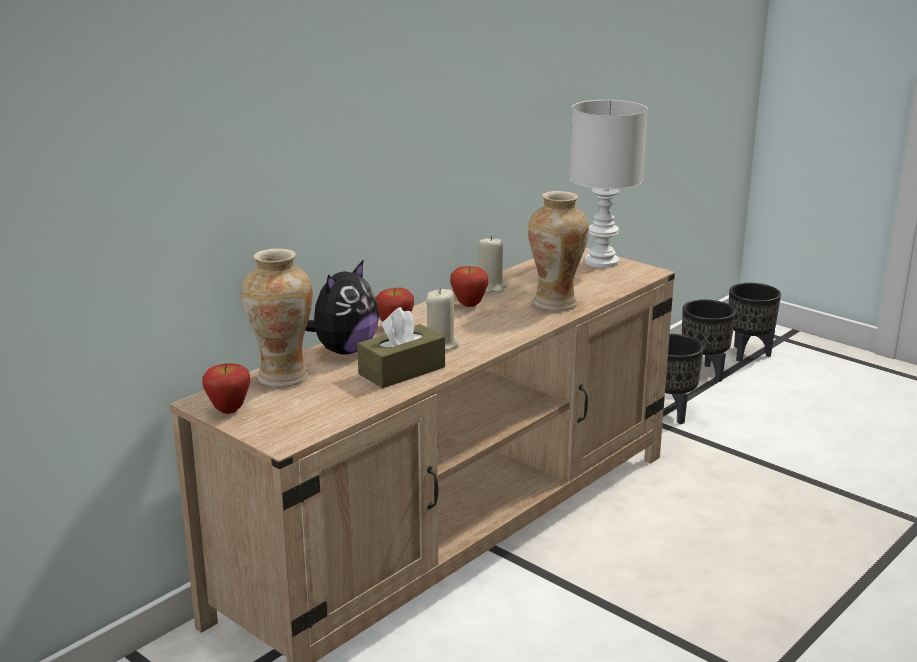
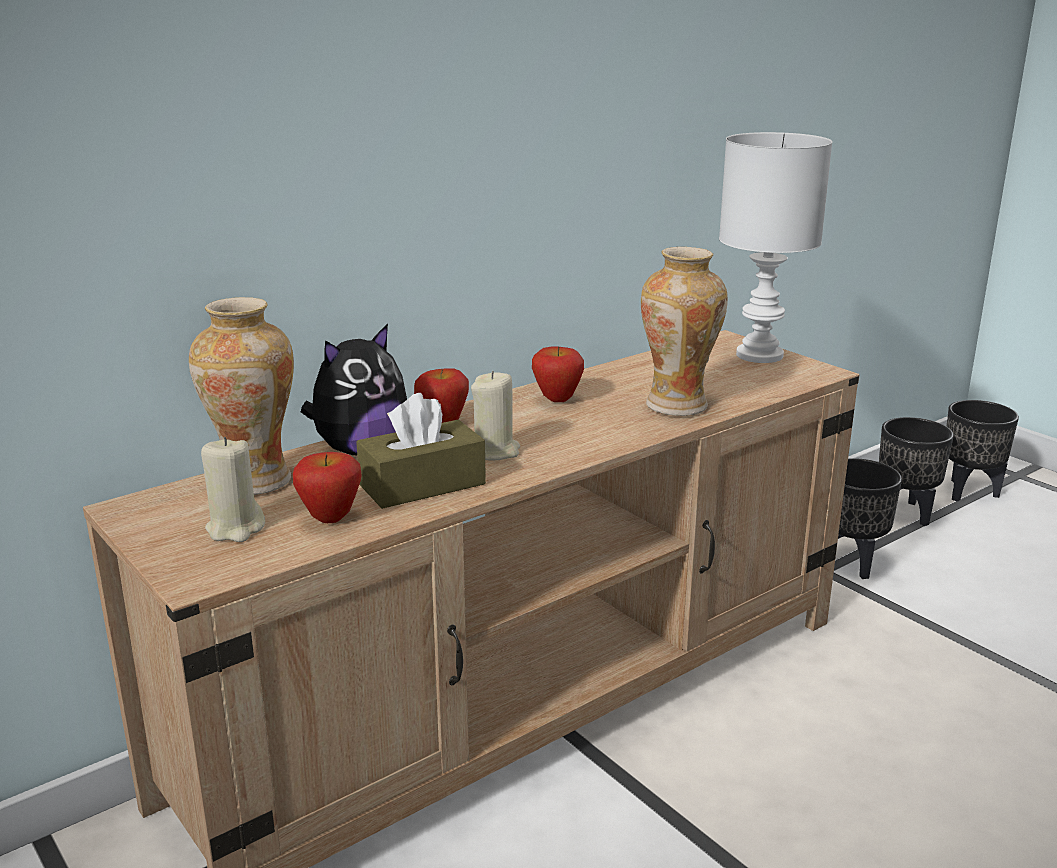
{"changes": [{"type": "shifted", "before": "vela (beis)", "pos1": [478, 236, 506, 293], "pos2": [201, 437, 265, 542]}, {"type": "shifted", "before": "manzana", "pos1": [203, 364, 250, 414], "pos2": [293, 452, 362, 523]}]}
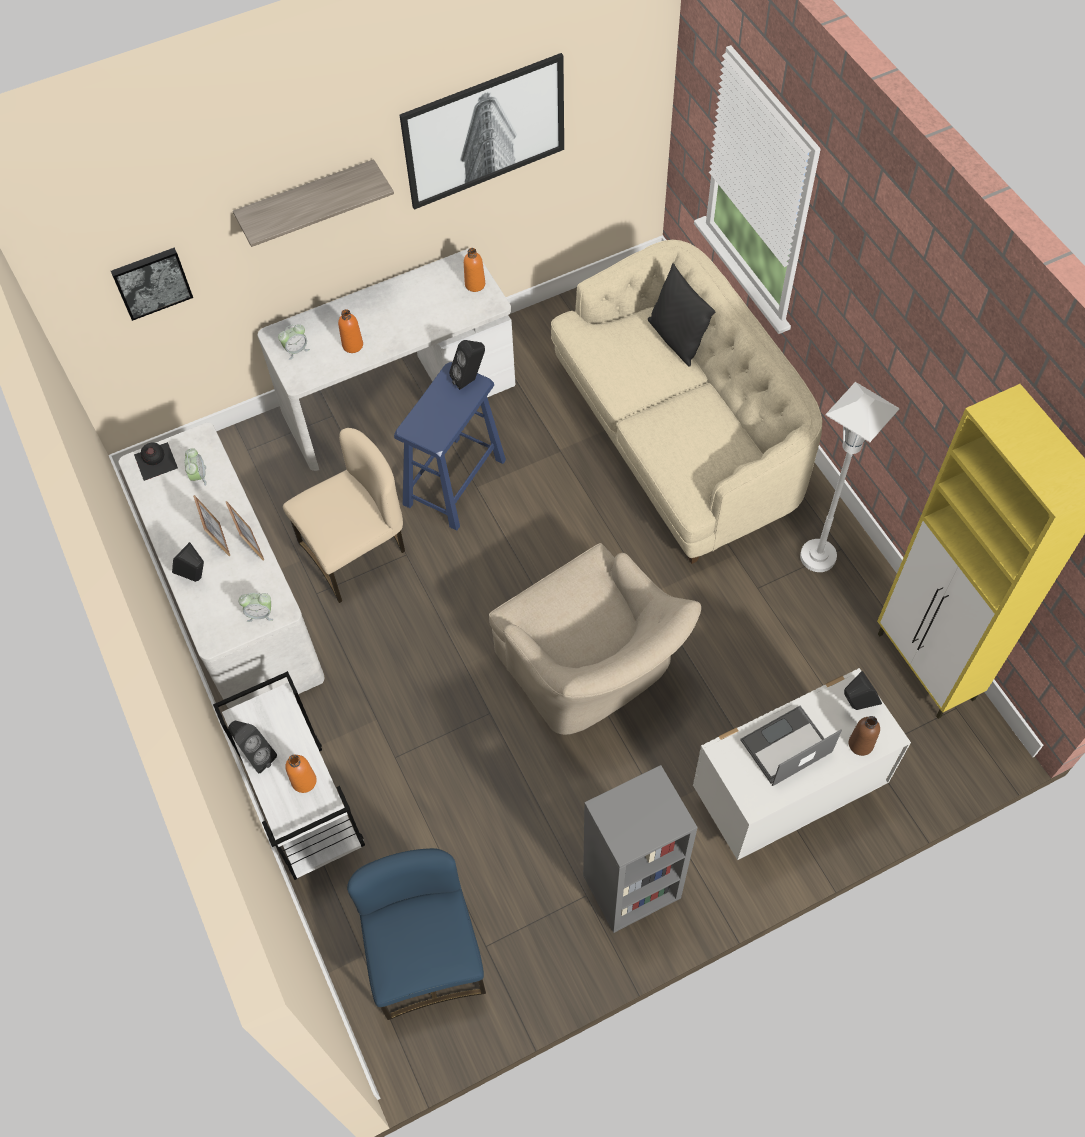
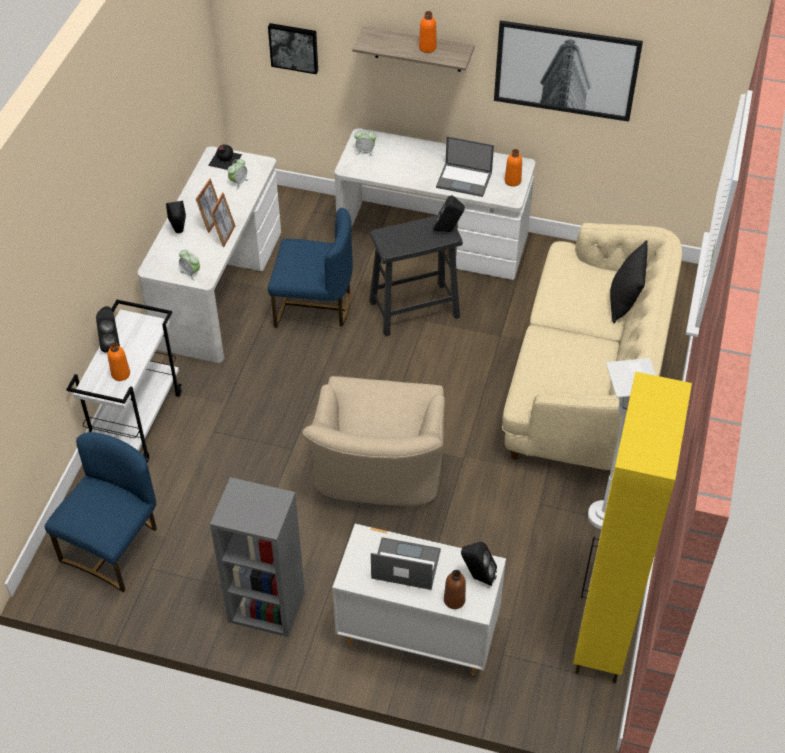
{"changes": [{"type": "repainted", "before": "silla (beis)", "after": "silla (azul)", "pos1": [283, 428, 405, 603], "pos2": [268, 208, 353, 328]}, {"type": "repainted", "before": "taburete (azul)", "after": "taburete (negro)", "pos1": [394, 362, 506, 530], "pos2": [369, 215, 463, 336]}, {"type": "shifted", "before": "botella (naranja)", "pos1": [338, 309, 363, 353], "pos2": [419, 11, 437, 53]}, {"type": "new", "after": "portátil", "pos2": [436, 136, 494, 197]}]}
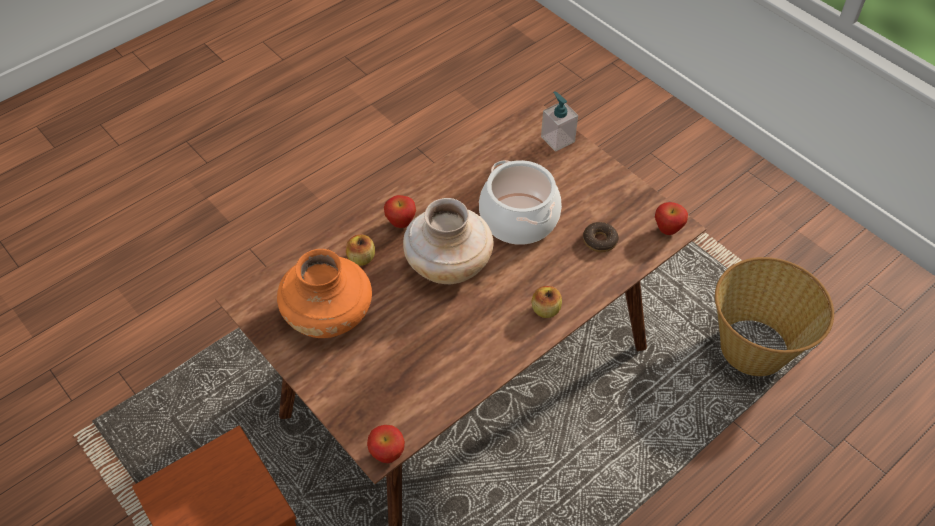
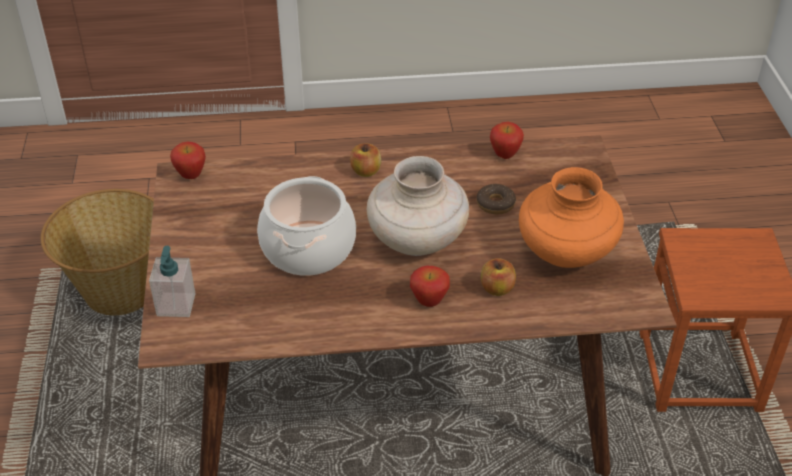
{"changes": [{"type": "shifted", "before": "rosquilla", "pos1": [583, 222, 619, 252], "pos2": [477, 184, 516, 214]}, {"type": "shifted", "before": "manzana", "pos1": [367, 425, 405, 463], "pos2": [490, 122, 524, 159]}]}
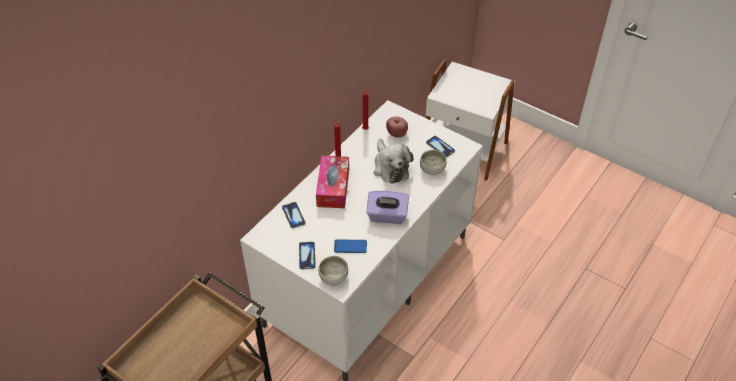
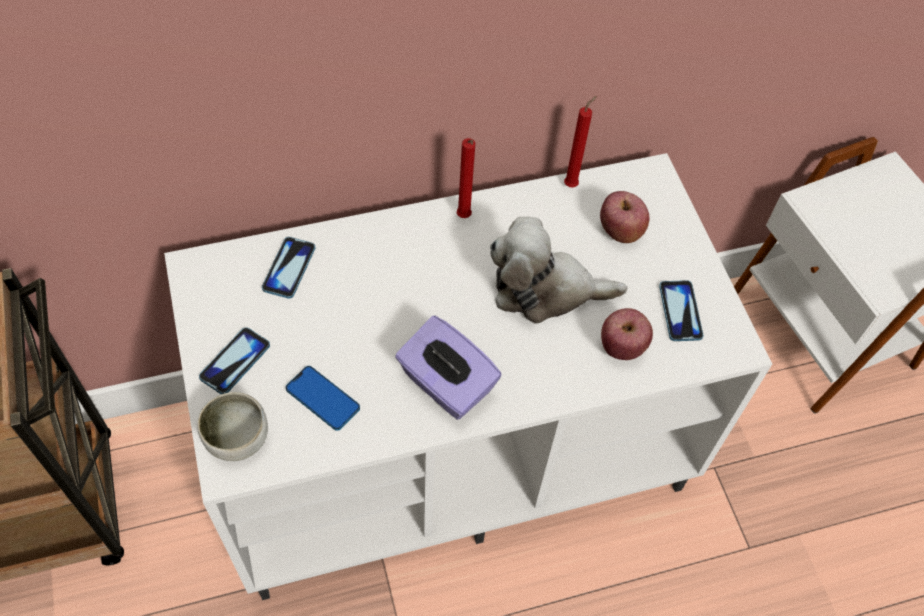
{"changes": [{"type": "rotated", "before": "peluche", "pos1": [374, 139, 413, 184], "pos2": [490, 217, 627, 324], "turn": 75}, {"type": "swapped", "before": "cuenco", "after": "manzana", "pos1": [420, 150, 447, 175], "pos2": [601, 308, 653, 360]}, {"type": "gone", "before": "caja de pañuelos", "pos1": [316, 156, 349, 208]}]}
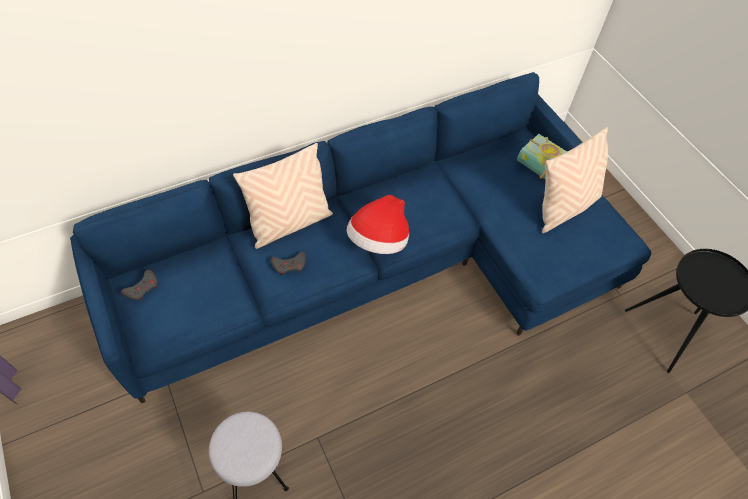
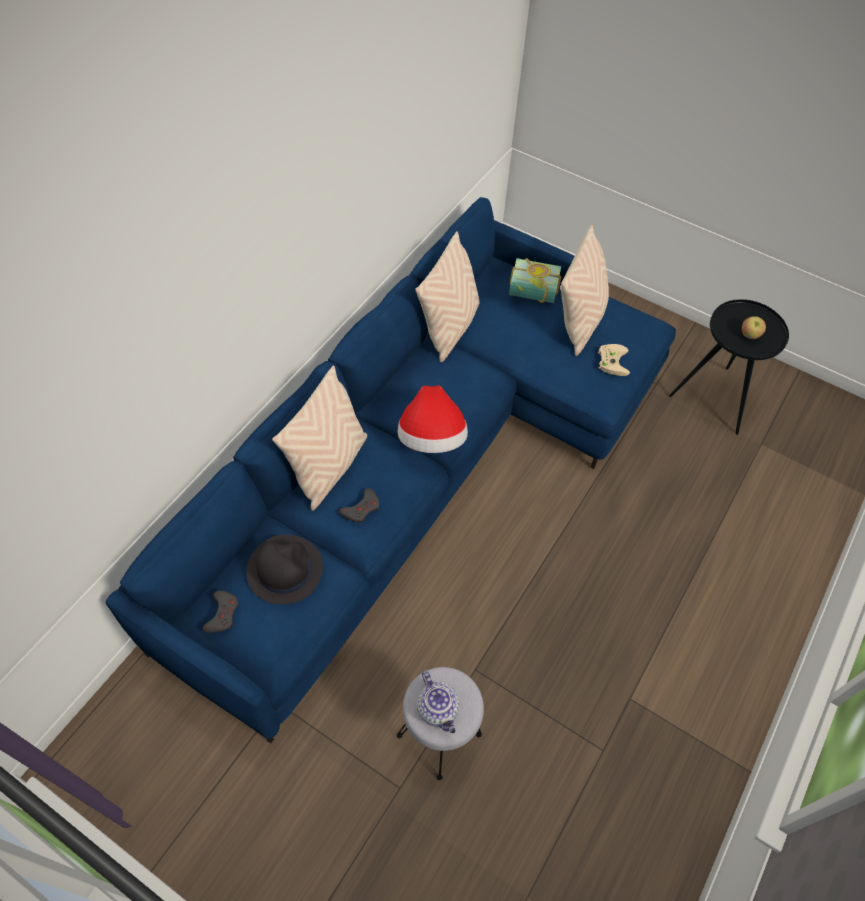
{"changes": [{"type": "new", "after": "sombrero (negro)", "pos2": [246, 535, 323, 605]}, {"type": "new", "after": "cojín (beis)", "pos2": [415, 231, 480, 362]}, {"type": "new", "after": "tetera", "pos2": [417, 671, 459, 733]}, {"type": "new", "after": "mando de consola (beis)", "pos2": [598, 344, 630, 376]}, {"type": "new", "after": "manzana", "pos2": [742, 316, 766, 339]}]}
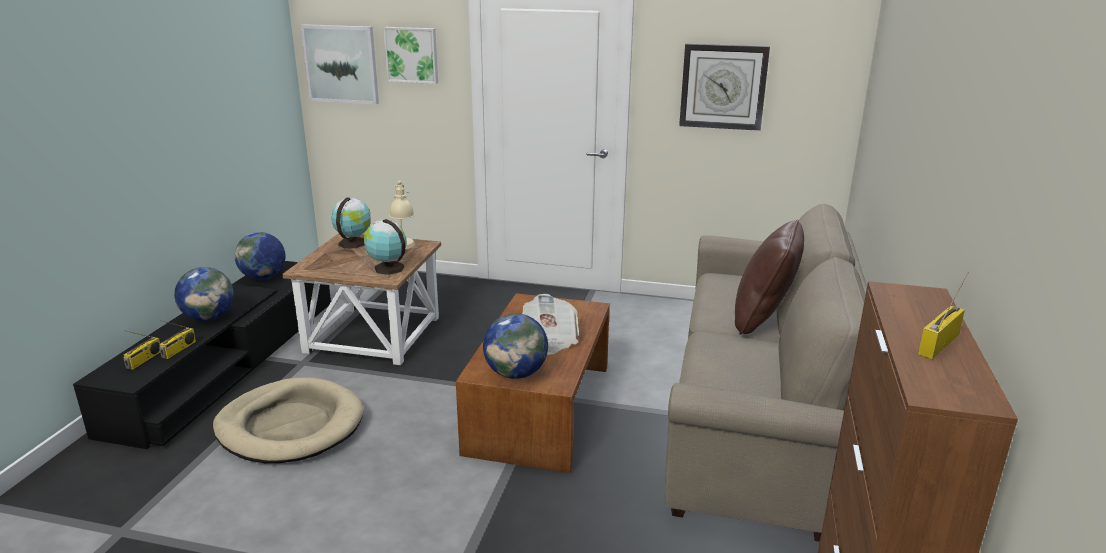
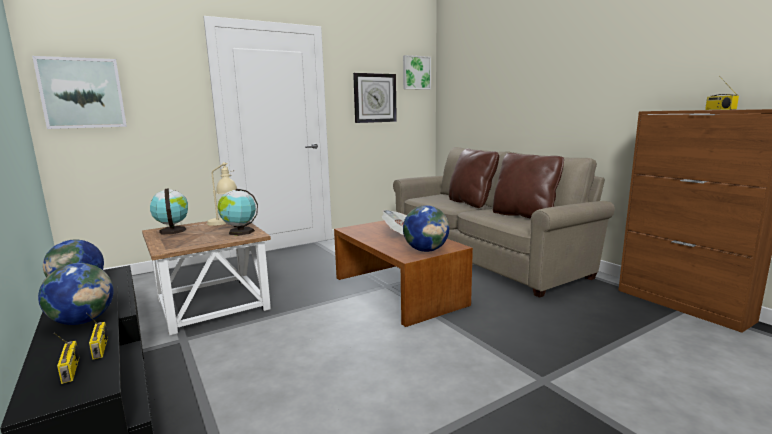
{"changes": [{"type": "shifted", "before": "cuadro", "pos1": [383, 27, 438, 84], "pos2": [403, 55, 431, 90]}, {"type": "new", "after": "cojín (marrón)", "pos2": [493, 153, 564, 219]}, {"type": "gone", "before": "cama para perro (beis)", "pos1": [213, 378, 364, 463]}]}
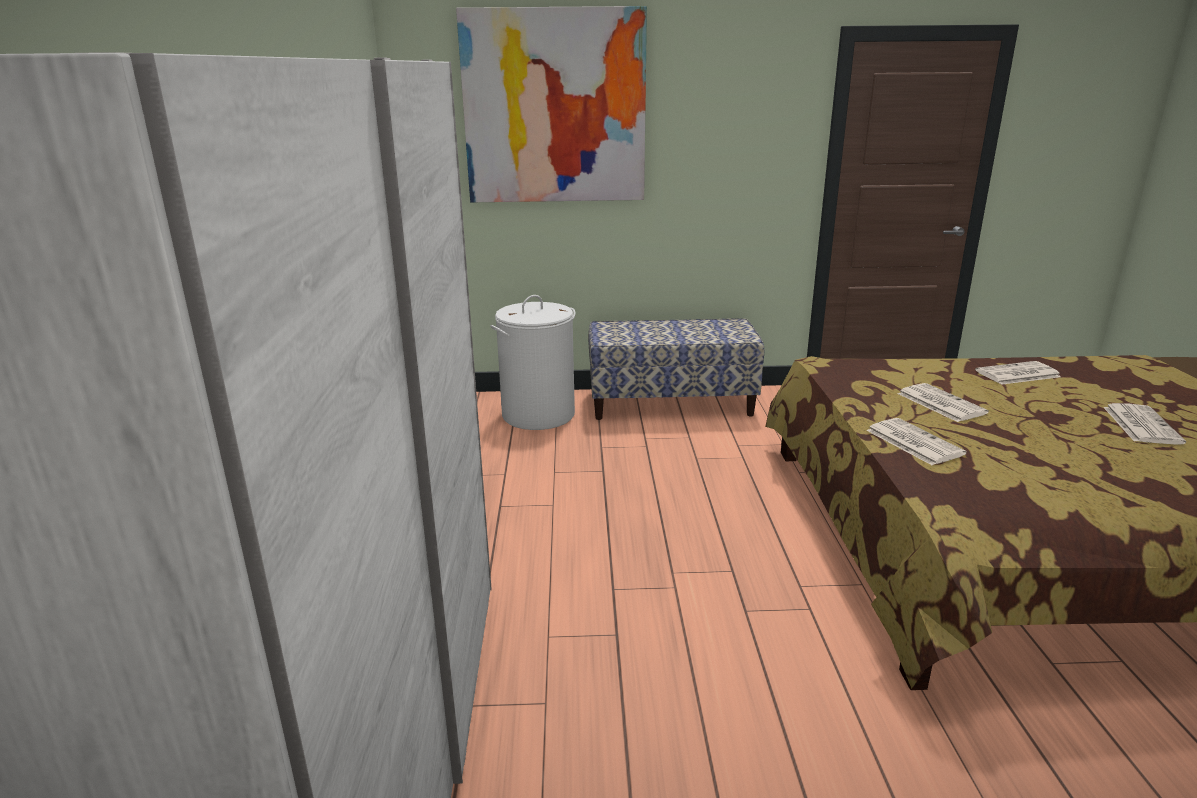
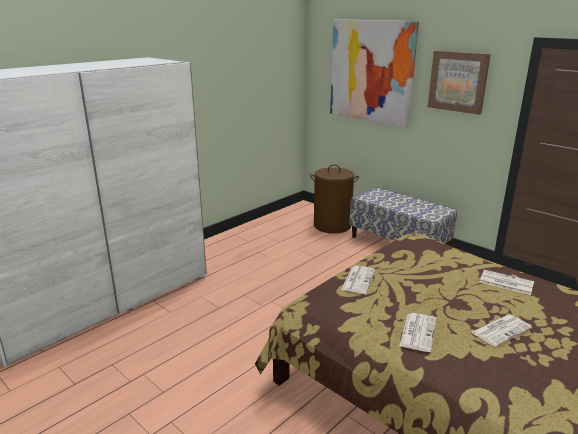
{"changes": [{"type": "repainted", "before": "cesto de la ropa (blanco)", "after": "cesto de la ropa (marrón)", "pos1": [491, 295, 576, 430], "pos2": [310, 164, 359, 234]}, {"type": "shifted", "before": "periódico", "pos1": [898, 383, 989, 422], "pos2": [400, 313, 436, 352]}, {"type": "new", "after": "cuadro", "pos2": [428, 51, 491, 115]}]}
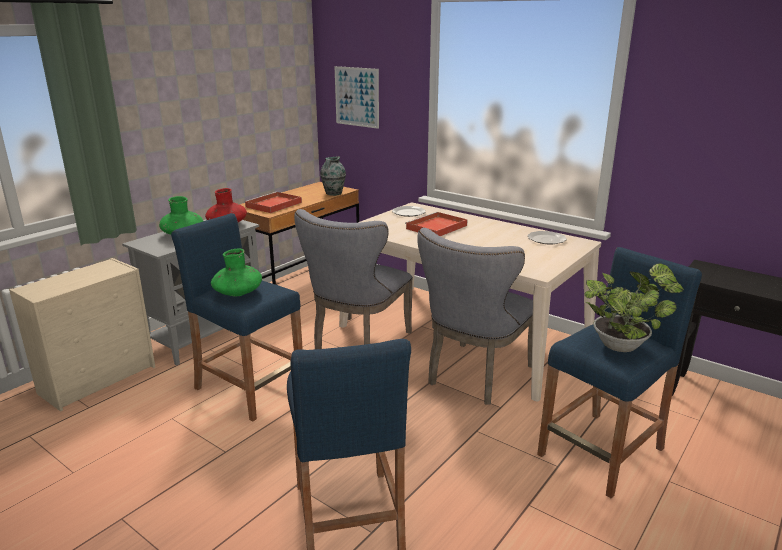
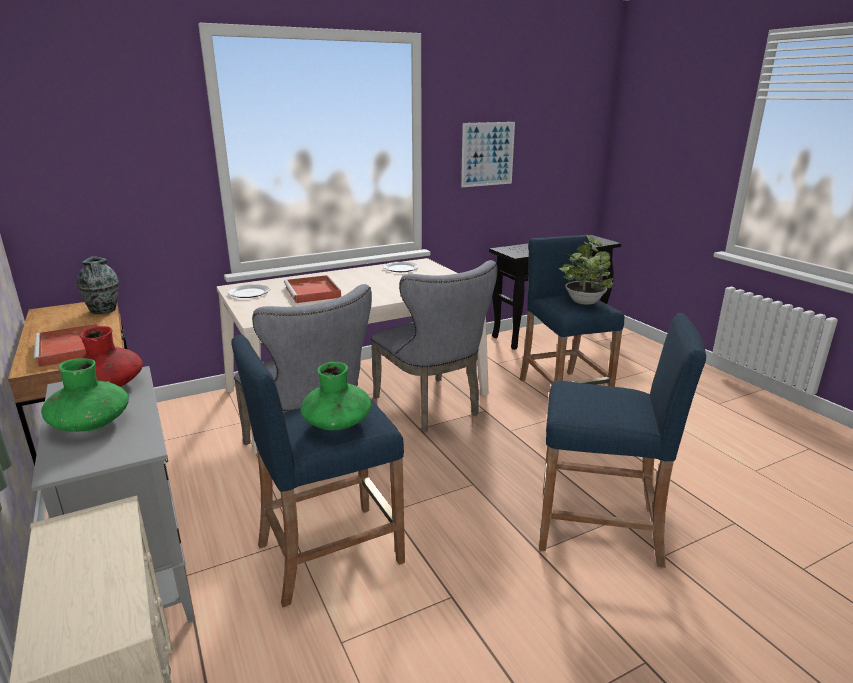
{"changes": [{"type": "shifted", "before": "cuadro", "pos1": [334, 66, 379, 129], "pos2": [461, 122, 515, 187]}]}
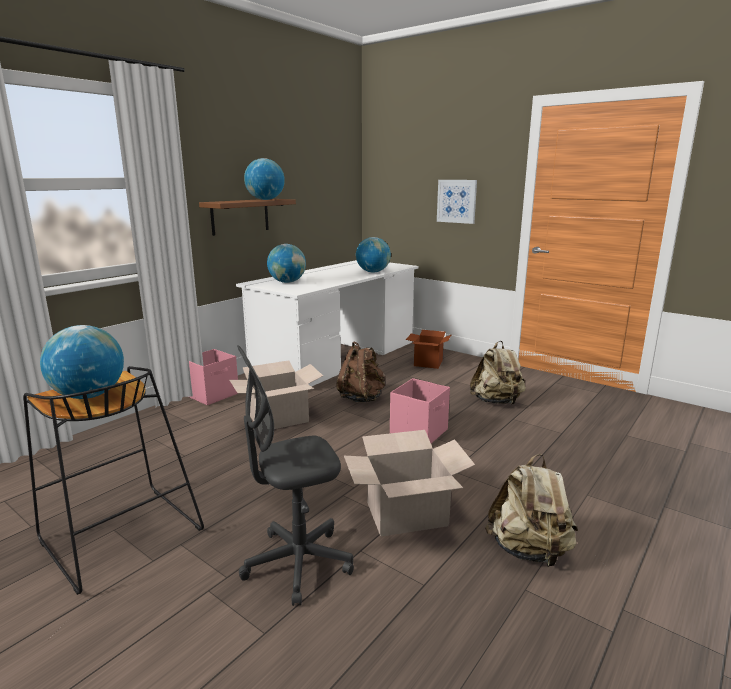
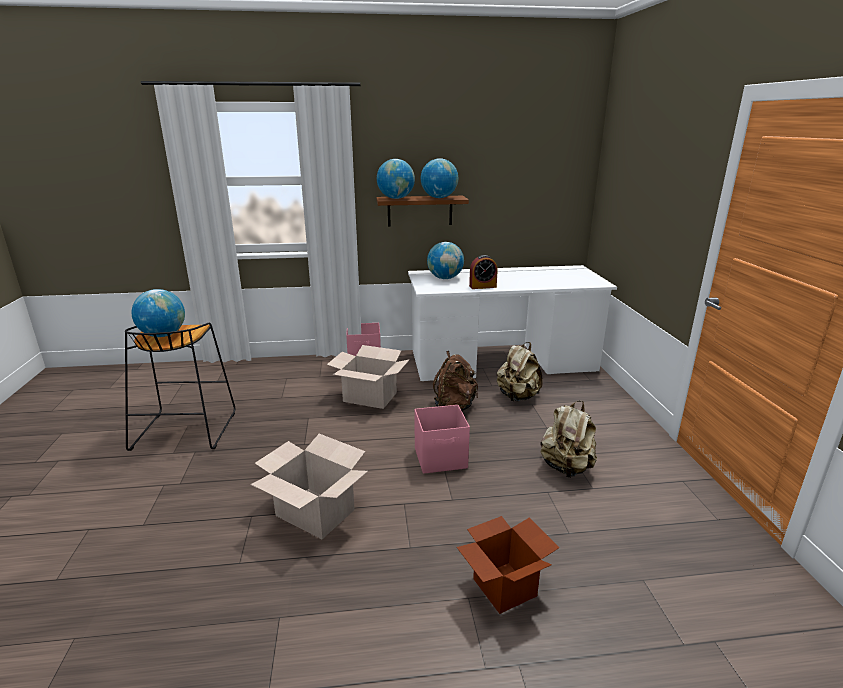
{"changes": [{"type": "shifted", "before": "globo terráqueo", "pos1": [356, 237, 391, 273], "pos2": [377, 159, 415, 199]}, {"type": "shifted", "before": "caja de cartón", "pos1": [406, 330, 452, 369], "pos2": [457, 516, 559, 614]}, {"type": "new", "after": "despertador", "pos2": [469, 255, 498, 289]}, {"type": "shifted", "before": "mochila (beis)", "pos1": [485, 454, 578, 568], "pos2": [497, 342, 543, 401]}, {"type": "gone", "before": "silla de oficina (gris)", "pos1": [237, 345, 354, 606]}, {"type": "gone", "before": "cuadro", "pos1": [437, 180, 477, 224]}]}
